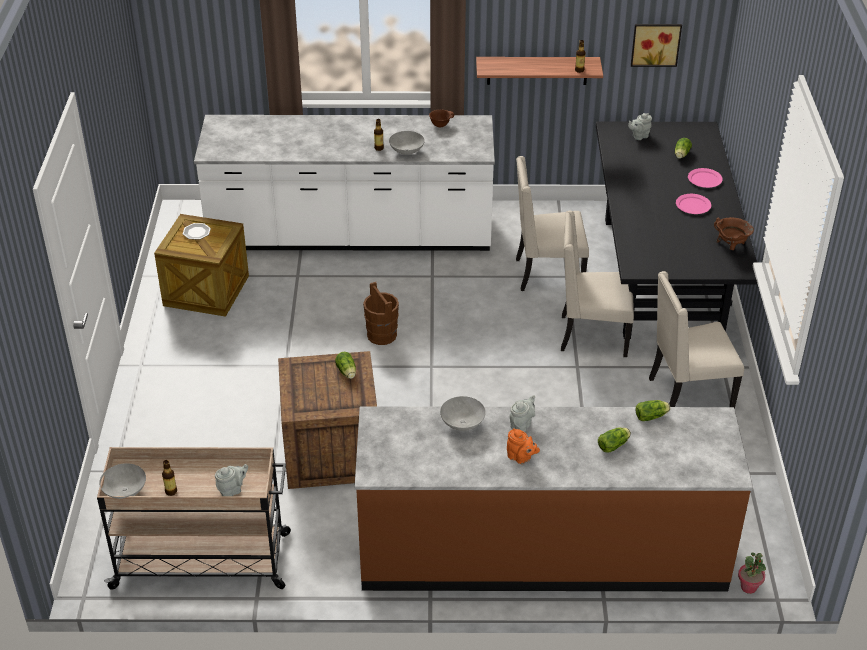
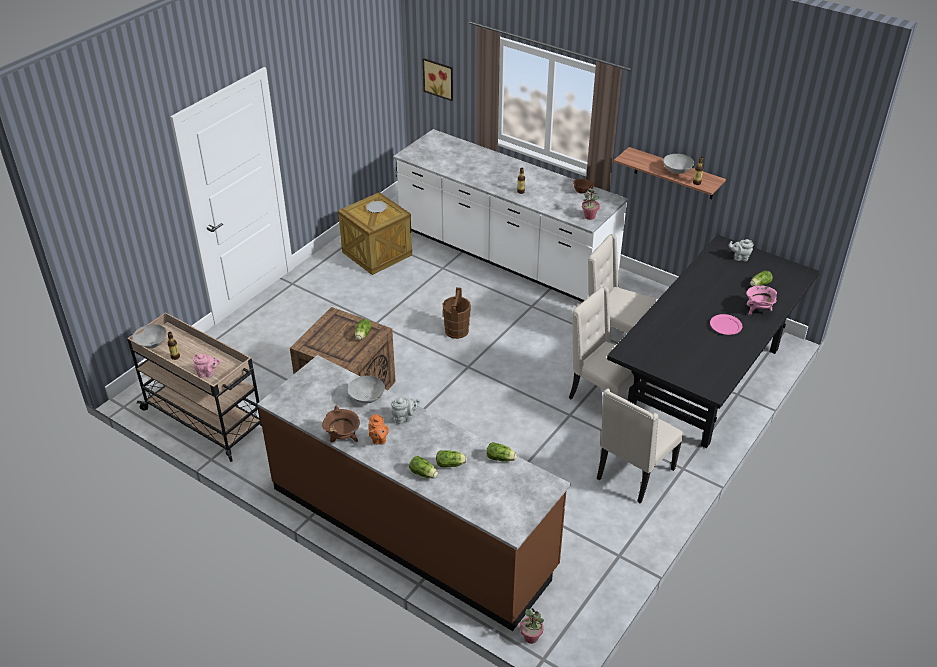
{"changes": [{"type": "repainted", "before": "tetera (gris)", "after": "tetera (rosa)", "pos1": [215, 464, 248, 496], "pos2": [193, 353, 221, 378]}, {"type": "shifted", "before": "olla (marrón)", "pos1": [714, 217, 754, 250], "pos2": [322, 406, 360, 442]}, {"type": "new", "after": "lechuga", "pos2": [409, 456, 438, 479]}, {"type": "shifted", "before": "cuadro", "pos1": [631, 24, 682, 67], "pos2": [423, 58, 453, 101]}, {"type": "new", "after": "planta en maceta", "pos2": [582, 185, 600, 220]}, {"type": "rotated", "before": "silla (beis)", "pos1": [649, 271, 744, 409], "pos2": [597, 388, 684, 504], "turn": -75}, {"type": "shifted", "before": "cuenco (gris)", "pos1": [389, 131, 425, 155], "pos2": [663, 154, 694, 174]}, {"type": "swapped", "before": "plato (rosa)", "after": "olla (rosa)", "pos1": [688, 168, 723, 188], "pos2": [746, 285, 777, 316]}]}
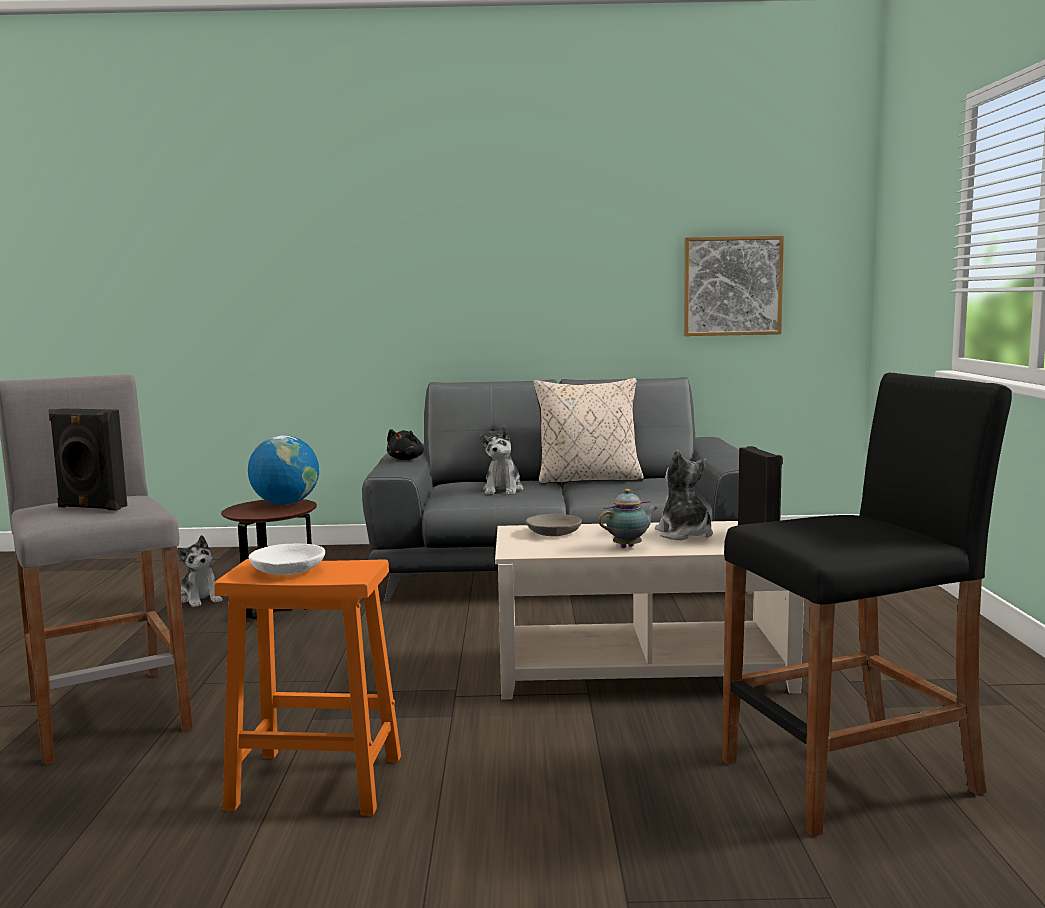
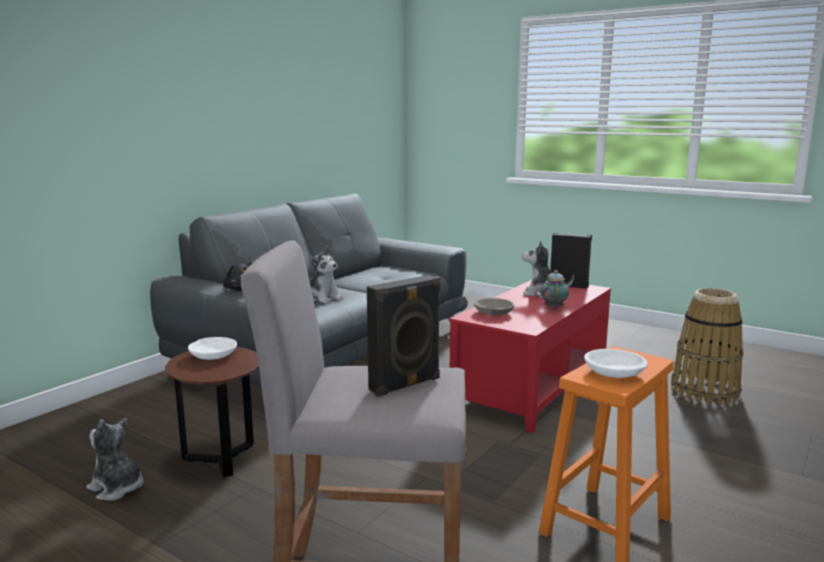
{"changes": [{"type": "rotated", "before": "peluche", "pos1": [177, 535, 223, 607], "pos2": [86, 418, 144, 501], "turn": -150}, {"type": "swapped", "before": "globo terráqueo", "after": "cuenco (blanco)", "pos1": [248, 435, 319, 505], "pos2": [188, 337, 237, 360]}, {"type": "repainted", "before": "mesa de centro (beis)", "after": "mesa de centro (rojo)", "pos1": [495, 521, 804, 700], "pos2": [449, 280, 611, 433]}, {"type": "swapped", "before": "taburete (negro)", "after": "cesta", "pos1": [722, 373, 1012, 837], "pos2": [671, 288, 743, 405]}, {"type": "gone", "before": "cojín (beis)", "pos1": [533, 378, 644, 484]}, {"type": "gone", "before": "cuadro", "pos1": [684, 235, 784, 336]}]}
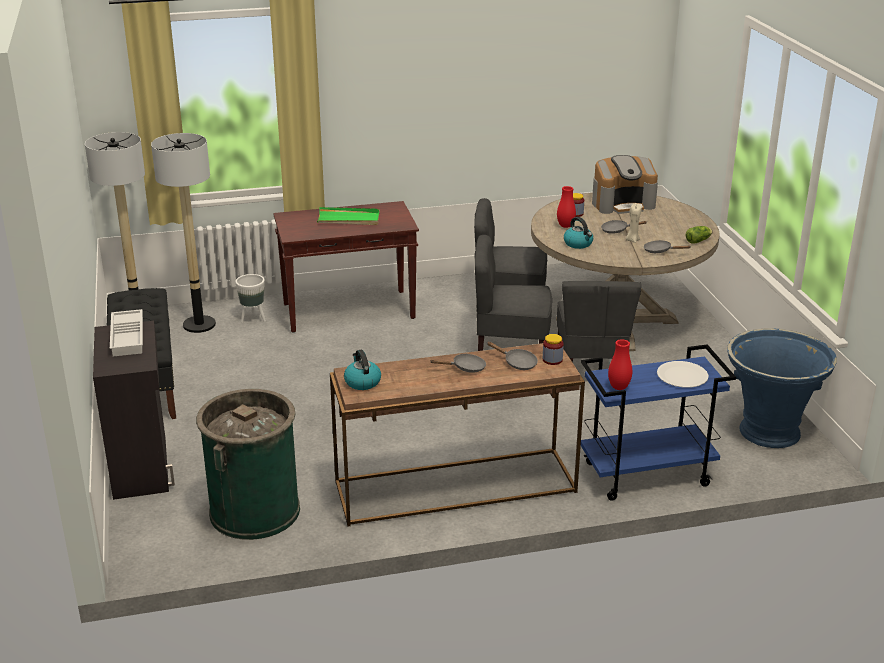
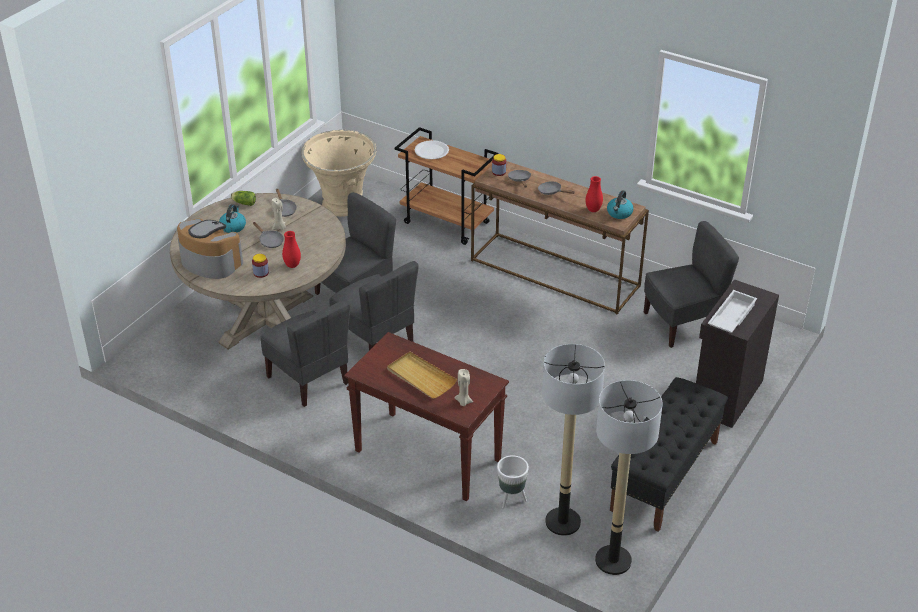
{"changes": [{"type": "shifted", "before": "hervidor", "pos1": [564, 217, 593, 249], "pos2": [219, 204, 246, 233]}, {"type": "repainted", "before": "maceta (azul)", "after": "maceta (beis)", "pos1": [727, 328, 837, 448], "pos2": [301, 130, 376, 217]}, {"type": "repainted", "before": "bandeja (verde)", "after": "bandeja (beis)", "pos1": [317, 207, 379, 225], "pos2": [387, 351, 457, 399]}, {"type": "repainted", "before": "carrito (azul)", "after": "carrito (marrón)", "pos1": [581, 344, 736, 501], "pos2": [394, 127, 498, 245]}, {"type": "new", "after": "vela (beis)", "pos2": [455, 369, 473, 406]}, {"type": "shifted", "before": "florero (rojo)", "pos1": [608, 339, 632, 390], "pos2": [586, 176, 603, 212]}, {"type": "swapped", "before": "papelera (verde)", "after": "silla (gris)", "pos1": [196, 389, 300, 540], "pos2": [644, 221, 739, 348]}]}
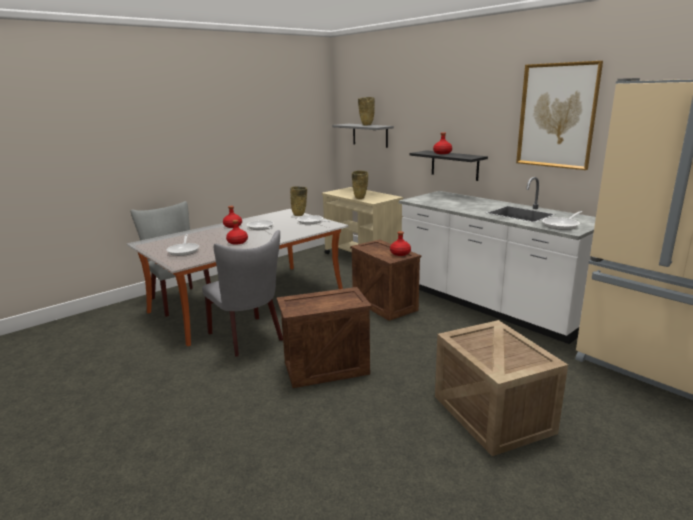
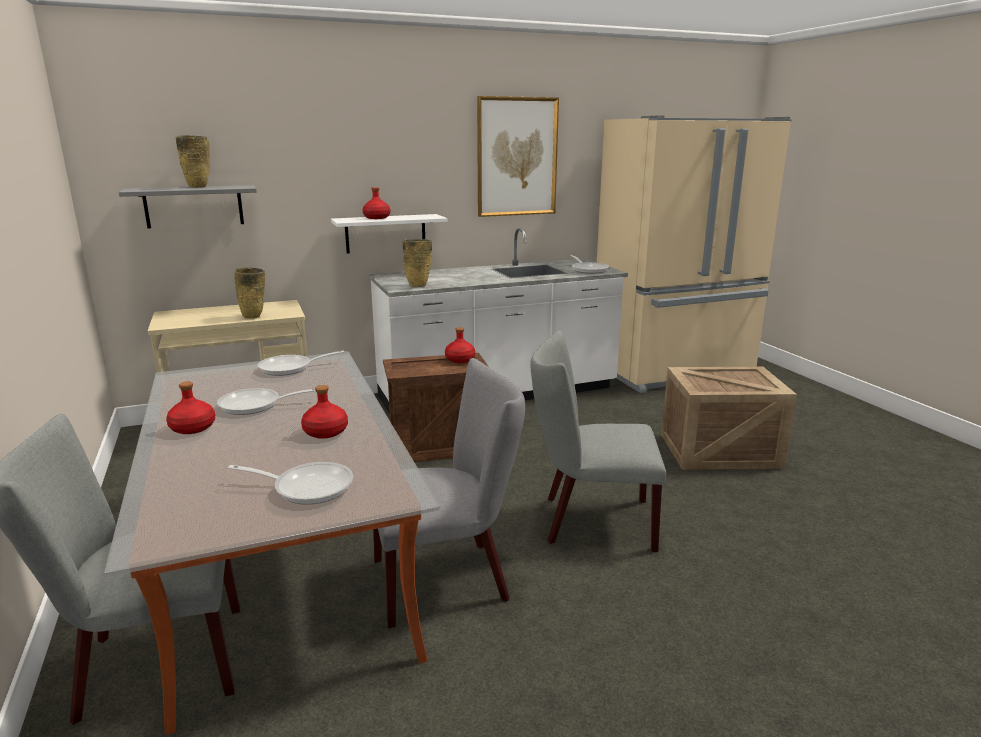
{"changes": [{"type": "repainted", "before": "estante (negro)", "after": "estante (blanco)", "pos1": [410, 150, 488, 181], "pos2": [331, 214, 448, 253]}, {"type": "shifted", "before": "florero (beis)", "pos1": [290, 186, 307, 216], "pos2": [403, 239, 432, 287]}, {"type": "swapped", "before": "caja de embalaje", "after": "silla (gris)", "pos1": [277, 287, 372, 388], "pos2": [530, 330, 666, 552]}]}
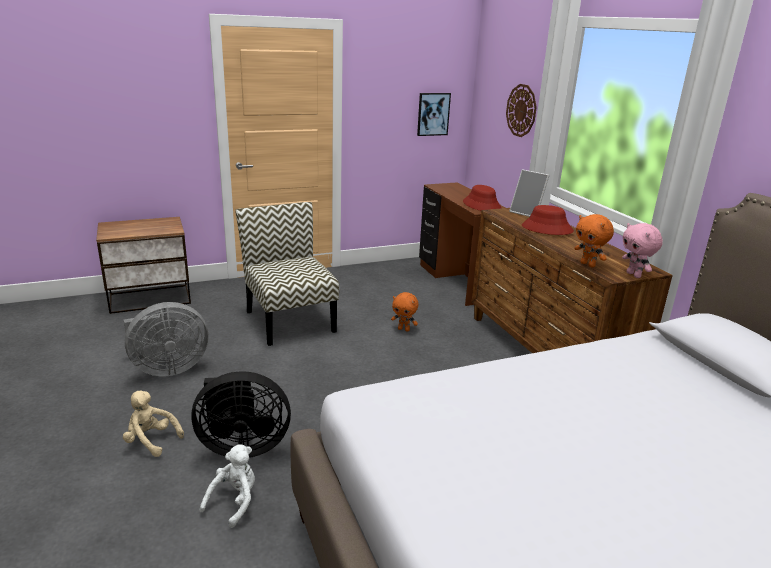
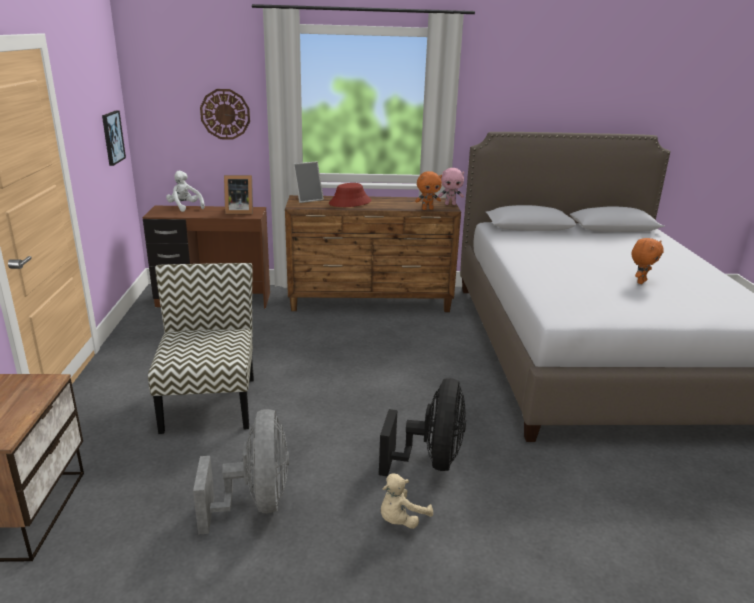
{"changes": [{"type": "rotated", "before": "silla", "pos1": [235, 202, 339, 346], "pos2": [148, 263, 254, 434], "turn": 90}, {"type": "shifted", "before": "peluche (blanco)", "pos1": [199, 444, 255, 528], "pos2": [166, 171, 205, 212]}, {"type": "swapped", "before": "sombrero (rojo)", "after": "portarretratos", "pos1": [463, 185, 501, 211], "pos2": [224, 175, 253, 214]}, {"type": "shifted", "before": "peluche (naranja)", "pos1": [391, 292, 419, 332], "pos2": [632, 238, 664, 284]}]}
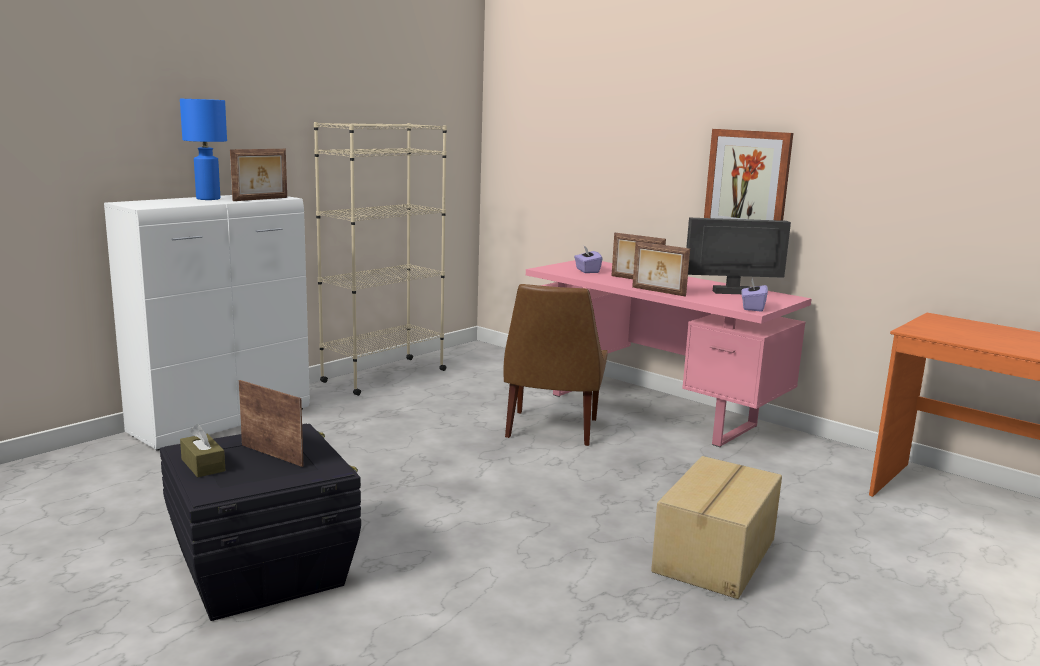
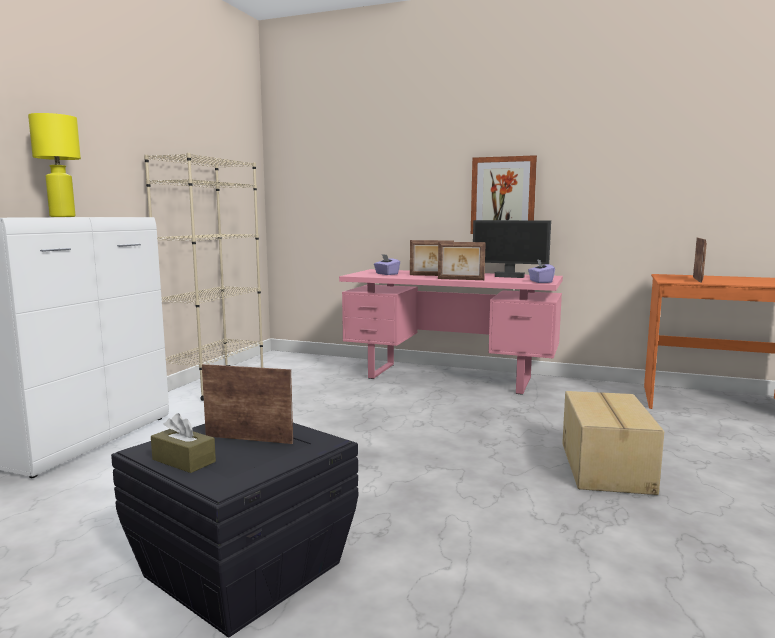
{"changes": [{"type": "repainted", "before": "lámpara de mesa (azul)", "after": "lámpara de mesa (amarillo)", "pos1": [180, 99, 227, 200], "pos2": [28, 113, 81, 217]}, {"type": "rotated", "before": "monitor", "pos1": [686, 218, 791, 294], "pos2": [473, 220, 551, 278], "turn": -135}, {"type": "shifted", "before": "portarretratos", "pos1": [230, 149, 287, 201], "pos2": [693, 238, 707, 283]}, {"type": "gone", "before": "silla (marrón)", "pos1": [504, 284, 608, 446]}]}
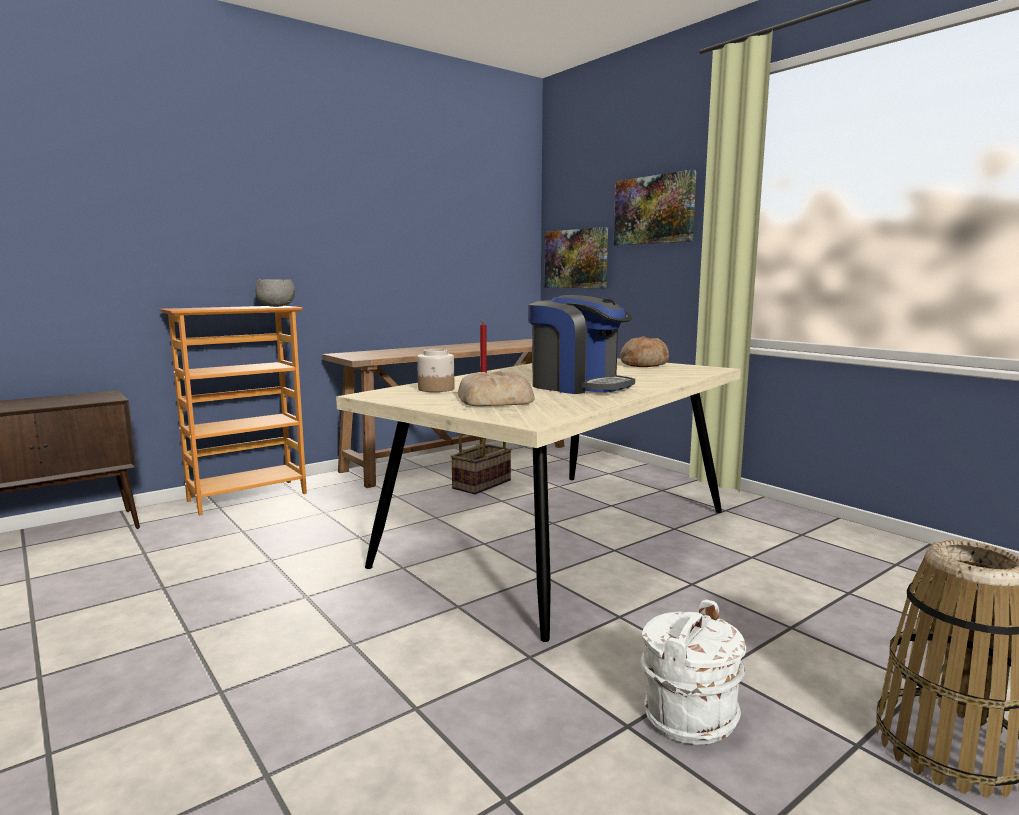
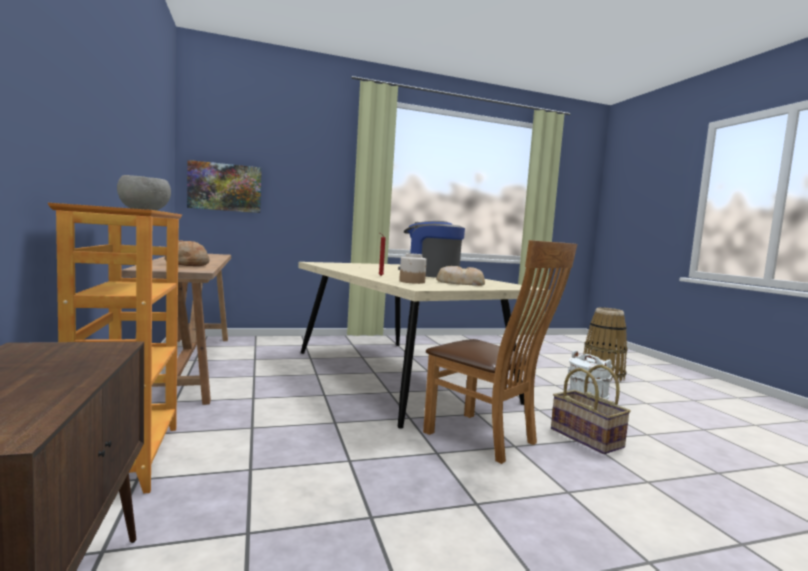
{"changes": [{"type": "shifted", "before": "pan", "pos1": [620, 336, 669, 367], "pos2": [165, 240, 209, 266]}, {"type": "rotated", "before": "cafetera", "pos1": [528, 295, 635, 394], "pos2": [398, 221, 465, 278], "turn": -120}, {"type": "new", "after": "silla (marrón)", "pos2": [423, 240, 577, 464]}, {"type": "shifted", "before": "cesta", "pos1": [451, 433, 512, 494], "pos2": [551, 365, 631, 454]}, {"type": "gone", "before": "cuadro", "pos1": [614, 169, 697, 245]}]}
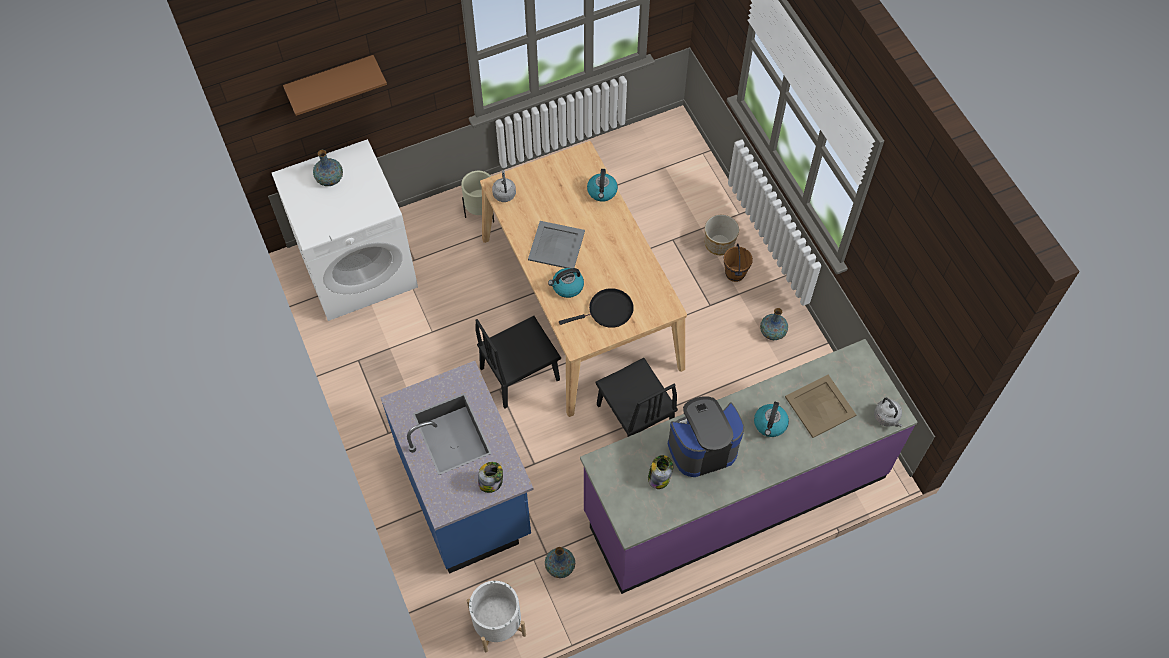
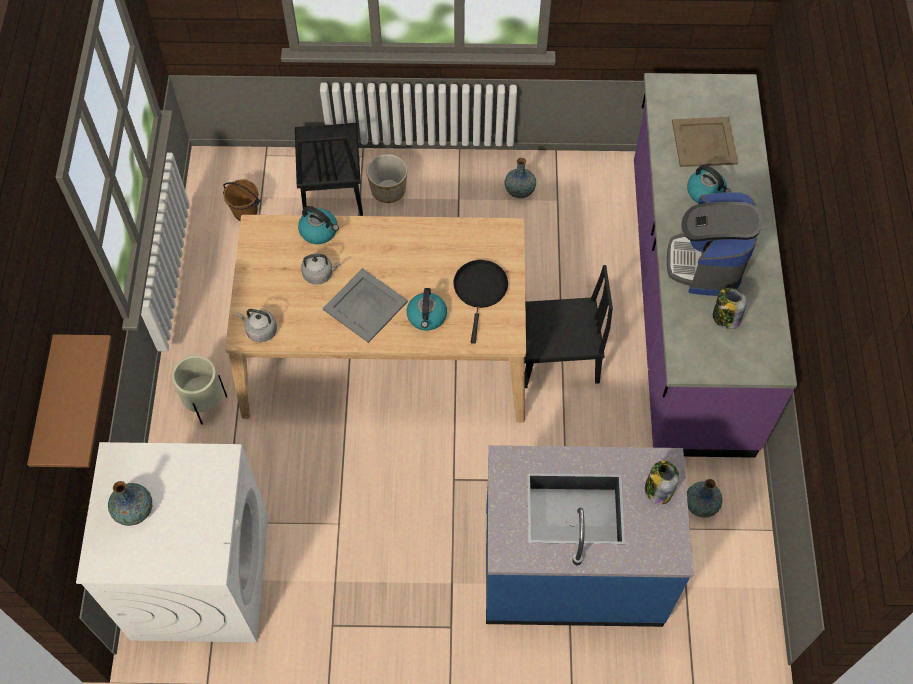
{"changes": [{"type": "shifted", "before": "cubo (marrón)", "pos1": [723, 243, 753, 282], "pos2": [223, 179, 260, 221]}, {"type": "shifted", "before": "silla (negro)", "pos1": [475, 316, 561, 409], "pos2": [295, 123, 363, 216]}, {"type": "shifted", "before": "hervidor (gris)", "pos1": [874, 398, 902, 427], "pos2": [301, 253, 340, 285]}, {"type": "gone", "before": "maceta (blanco)", "pos1": [467, 581, 526, 652]}]}
